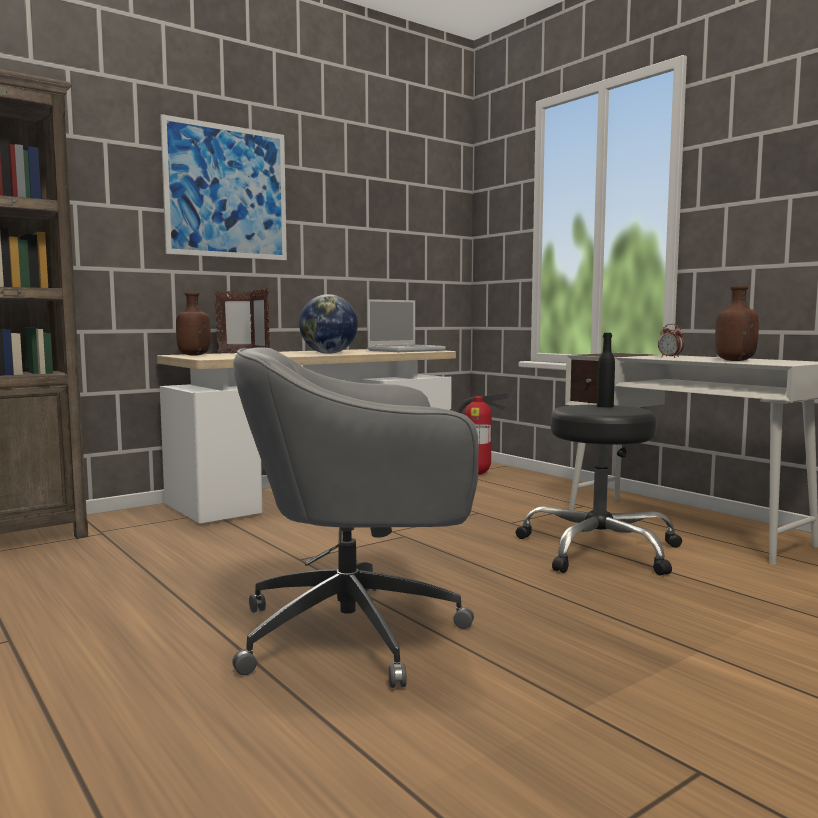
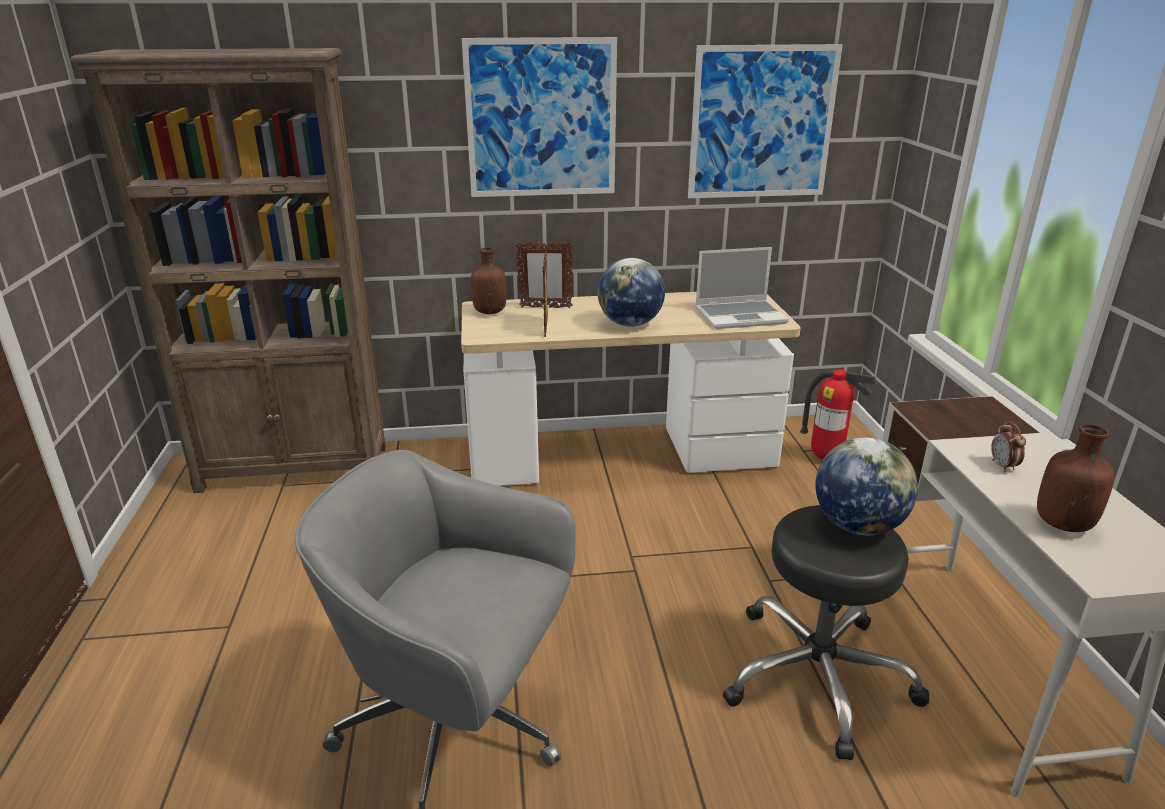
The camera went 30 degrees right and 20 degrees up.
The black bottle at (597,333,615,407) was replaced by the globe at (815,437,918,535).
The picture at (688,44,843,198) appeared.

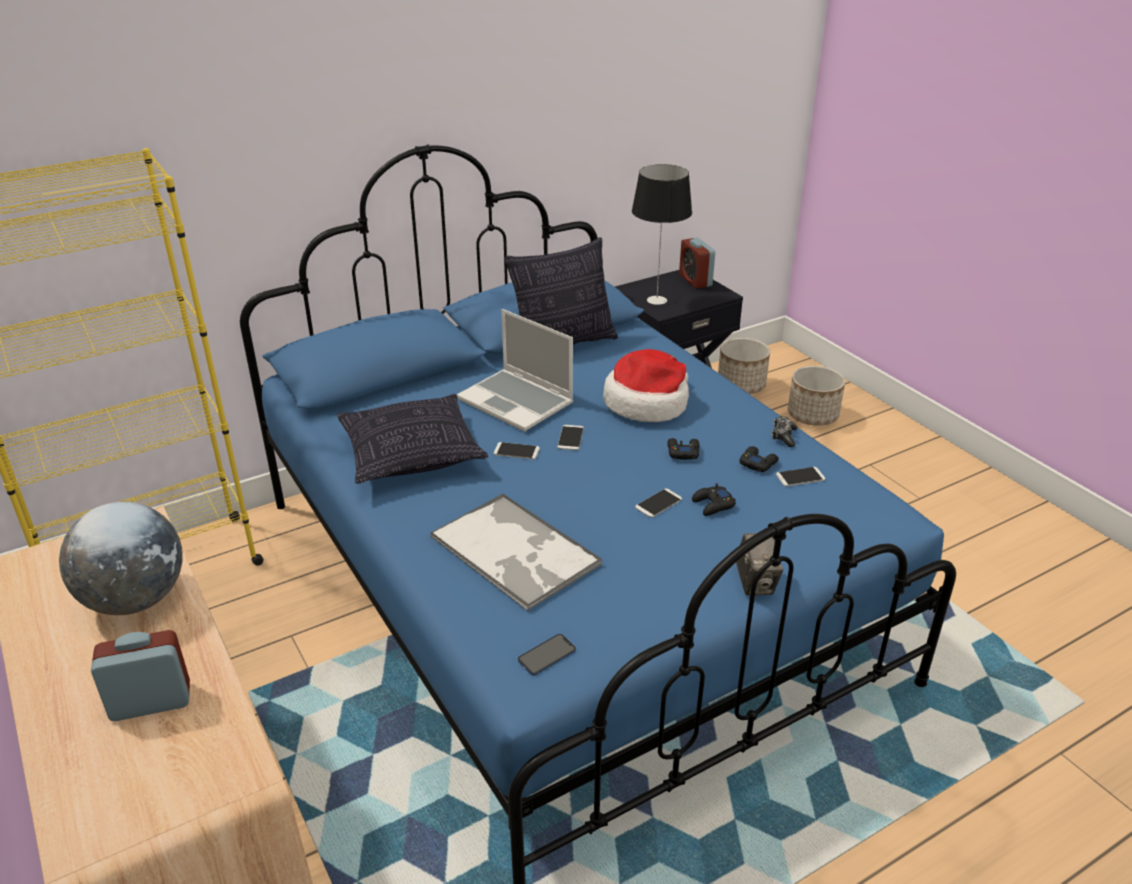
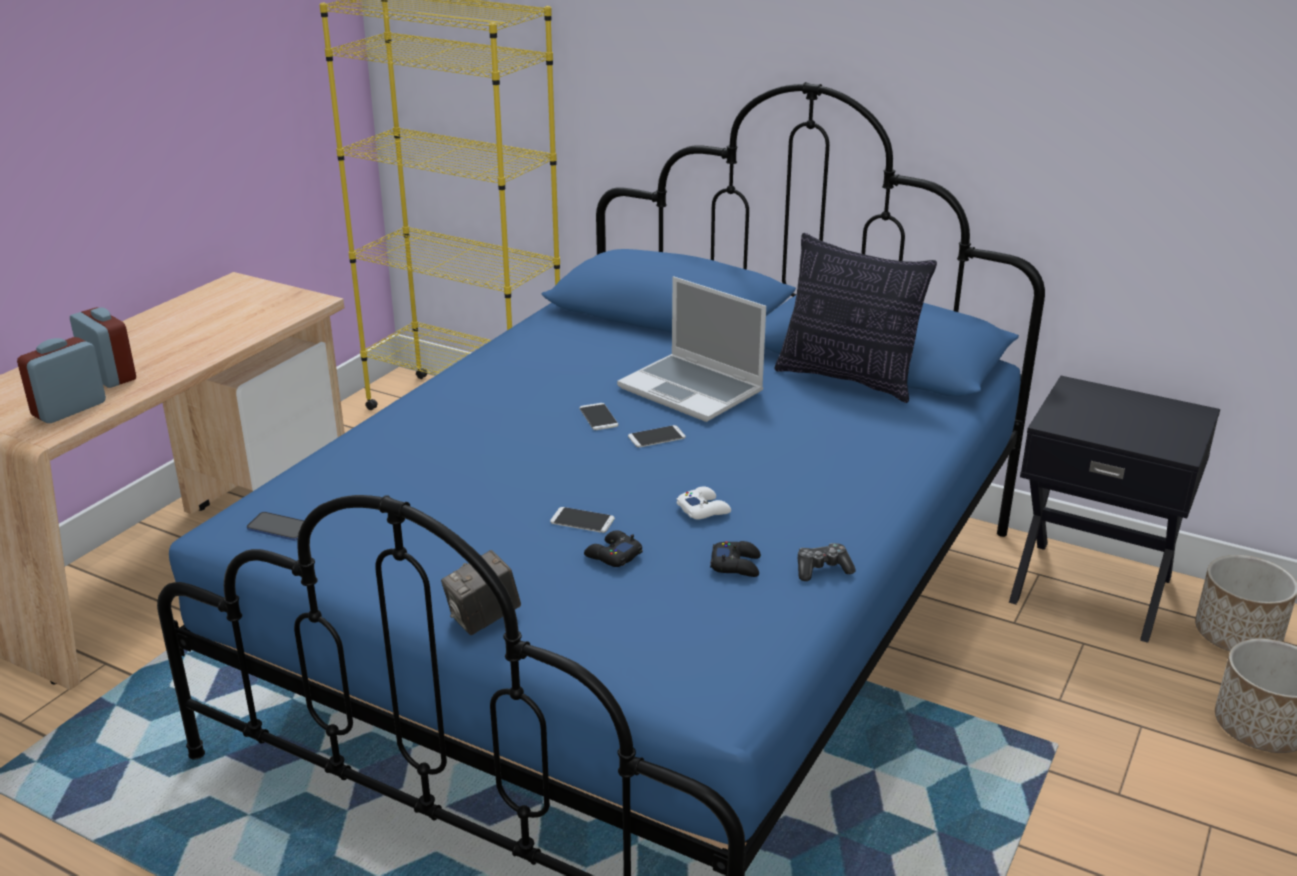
The camera went 60 degrees right and 5 degrees down.
The table lamp at (632,164,692,305) disappeared.
The alarm clock moved from (679,238,715,289) to (17,337,106,423).
The laptop at (457,309,573,432) turned 60 degrees counterclockwise.
The hat at (603,349,689,422) disappeared.
The pillow at (337,394,488,484) disappeared.
The black game controller at (667,438,700,460) became the white game controller at (676,486,731,520).
The phone at (776,467,825,486) disappeared.
The tray at (431,493,602,611) disappeared.
The globe at (59,502,183,615) disappeared.

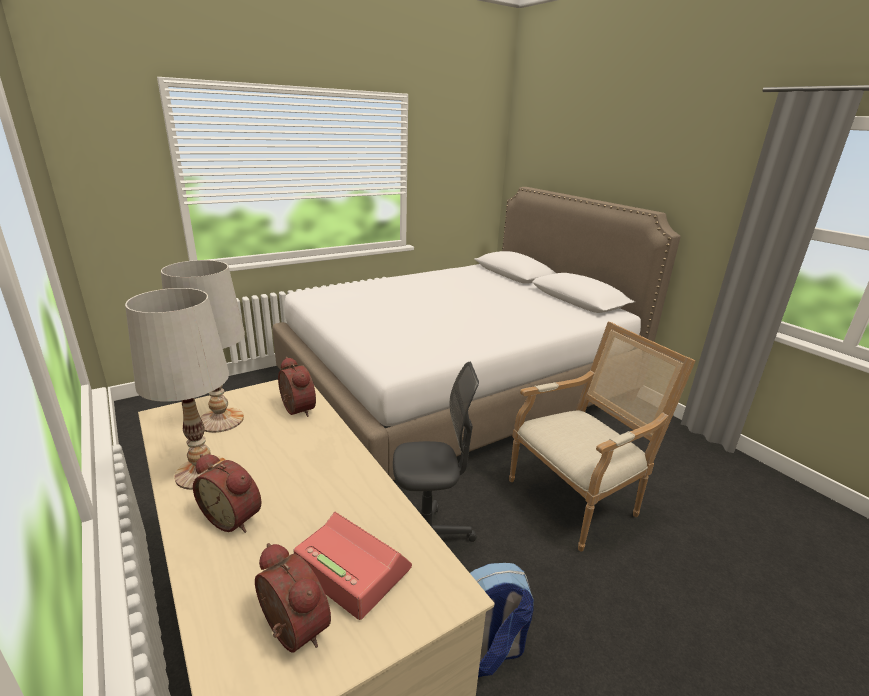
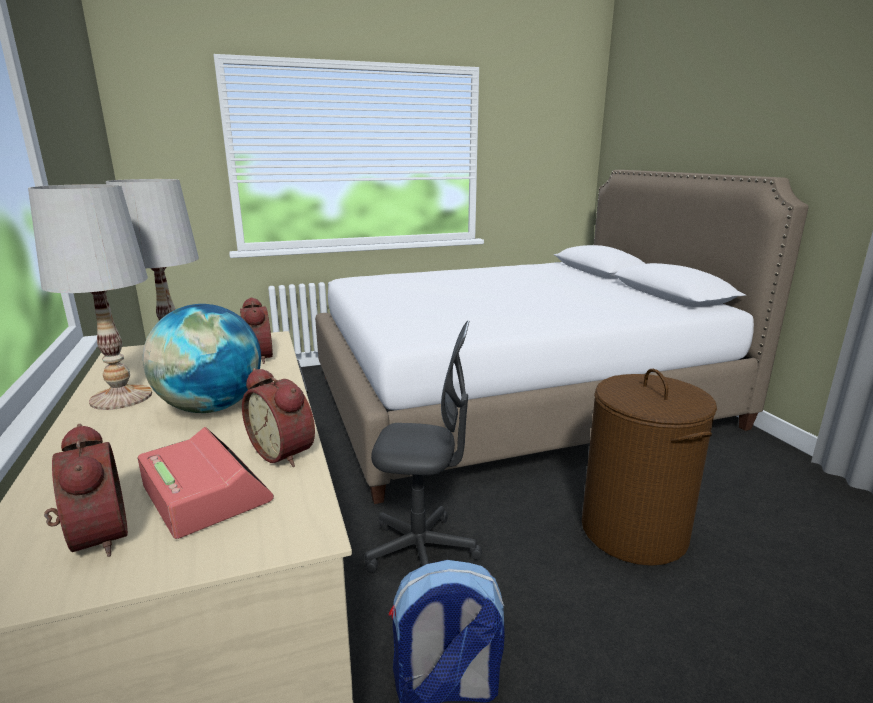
The camera went 15 degrees right and 5 degrees down.
The armchair at (509,322,696,551) was replaced by the brown laundry basket at (582,369,717,566).
The alarm clock moved from (193,454,261,533) to (242,368,315,467).
The globe at (143,304,261,413) appeared.

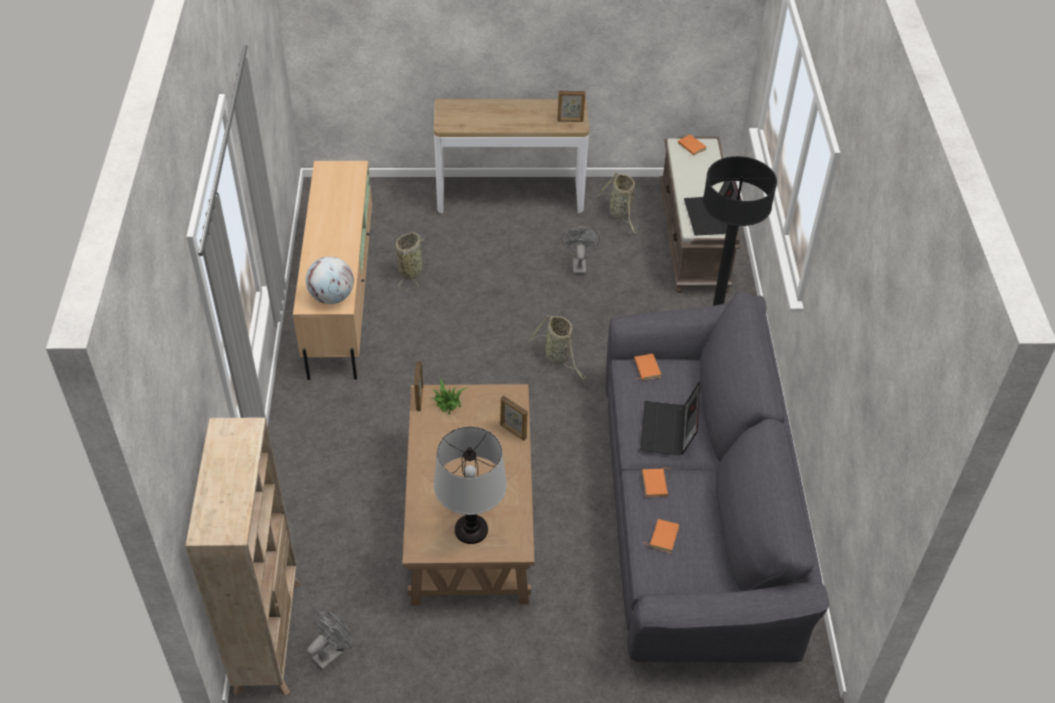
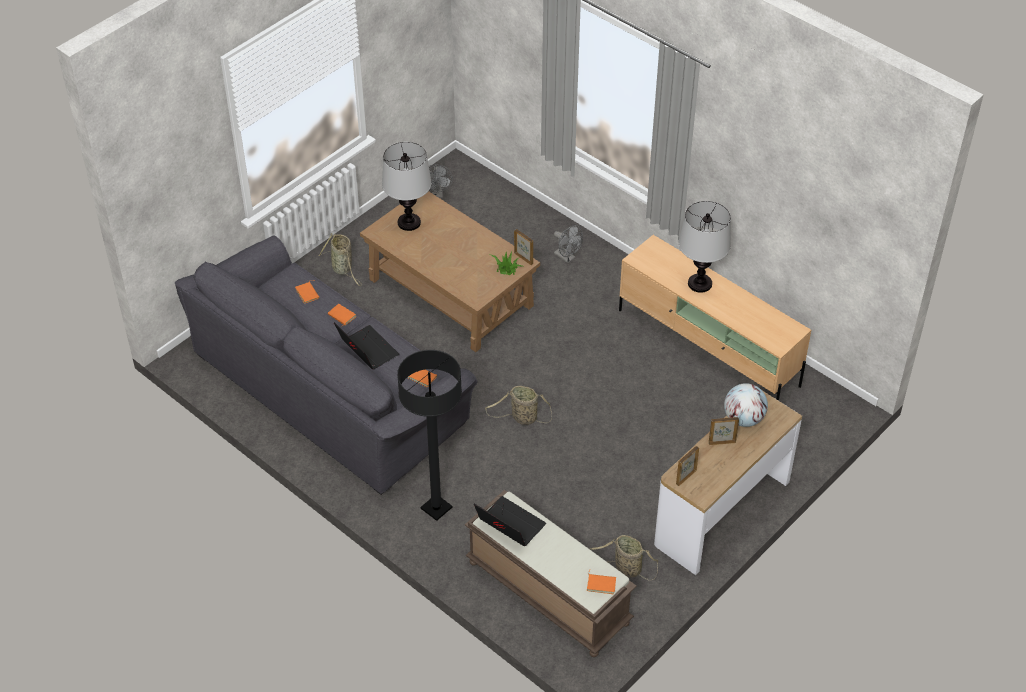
The camera went 135 degrees right and 0 degrees up.
The grey fan moved from (562,226,600,275) to (554,225,583,263).
The basket moved from (395,232,424,289) to (318,233,361,286).
The globe moved from (306,256,354,304) to (724,383,768,427).
The picture frame moved from (500,396,528,441) to (709,417,739,445).
The beige bookcase at (185,418,302,696) disappeared.
The table lamp at (679,201,731,293) appeared.

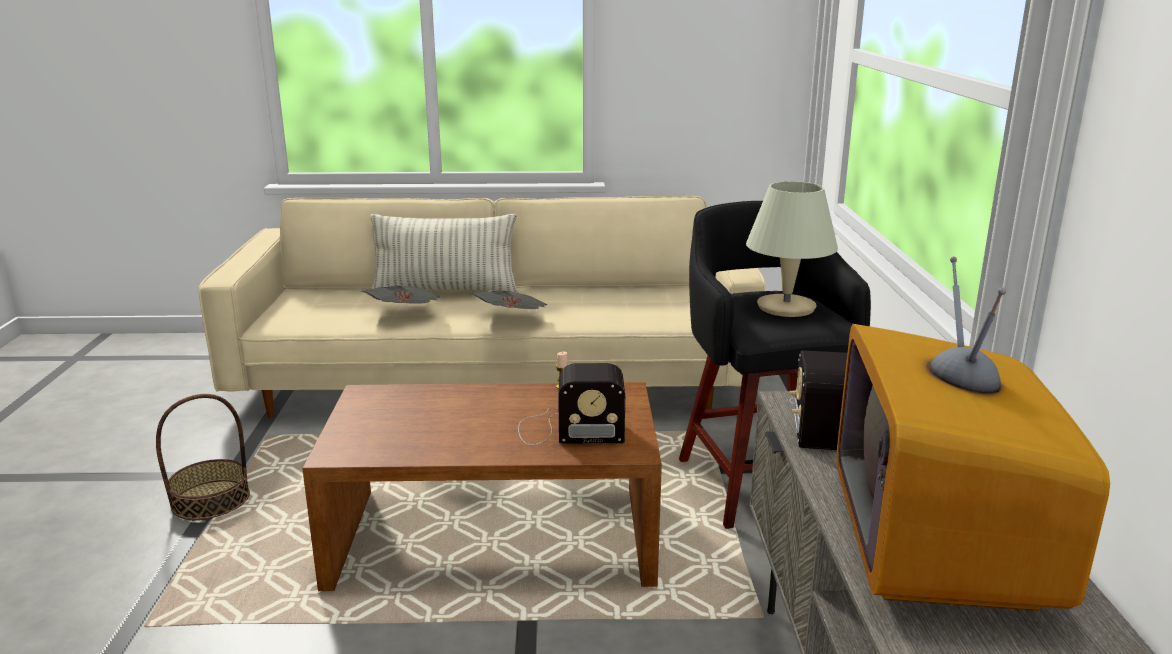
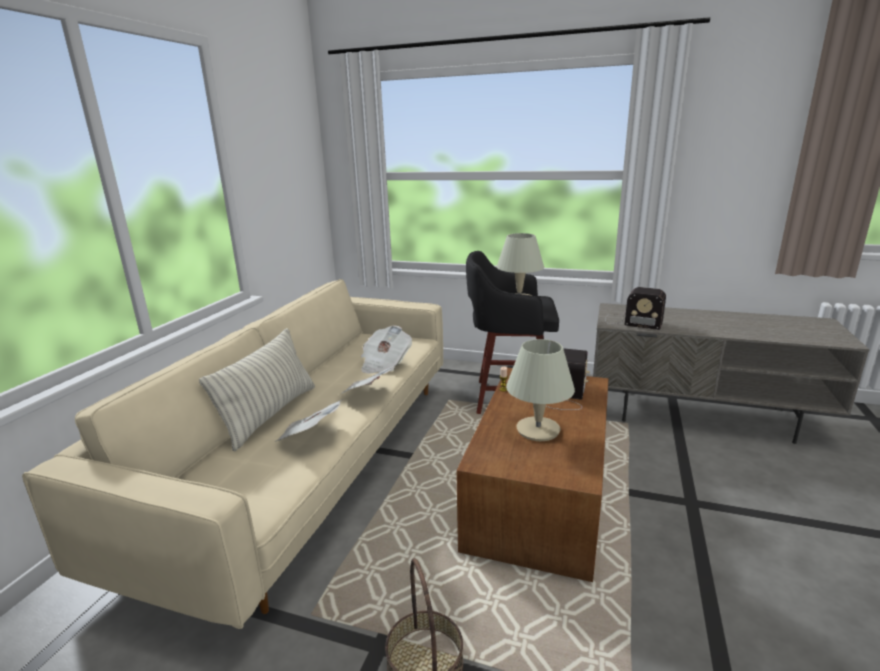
The camera went 70 degrees left and 0 degrees up.
The television at (837,257,1110,611) disappeared.
The newspaper at (361,325,412,374) appeared.
The beige table lamp at (506,339,575,441) appeared.

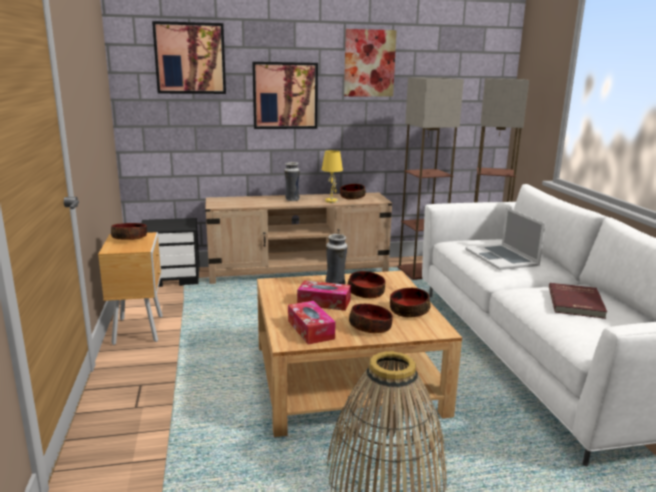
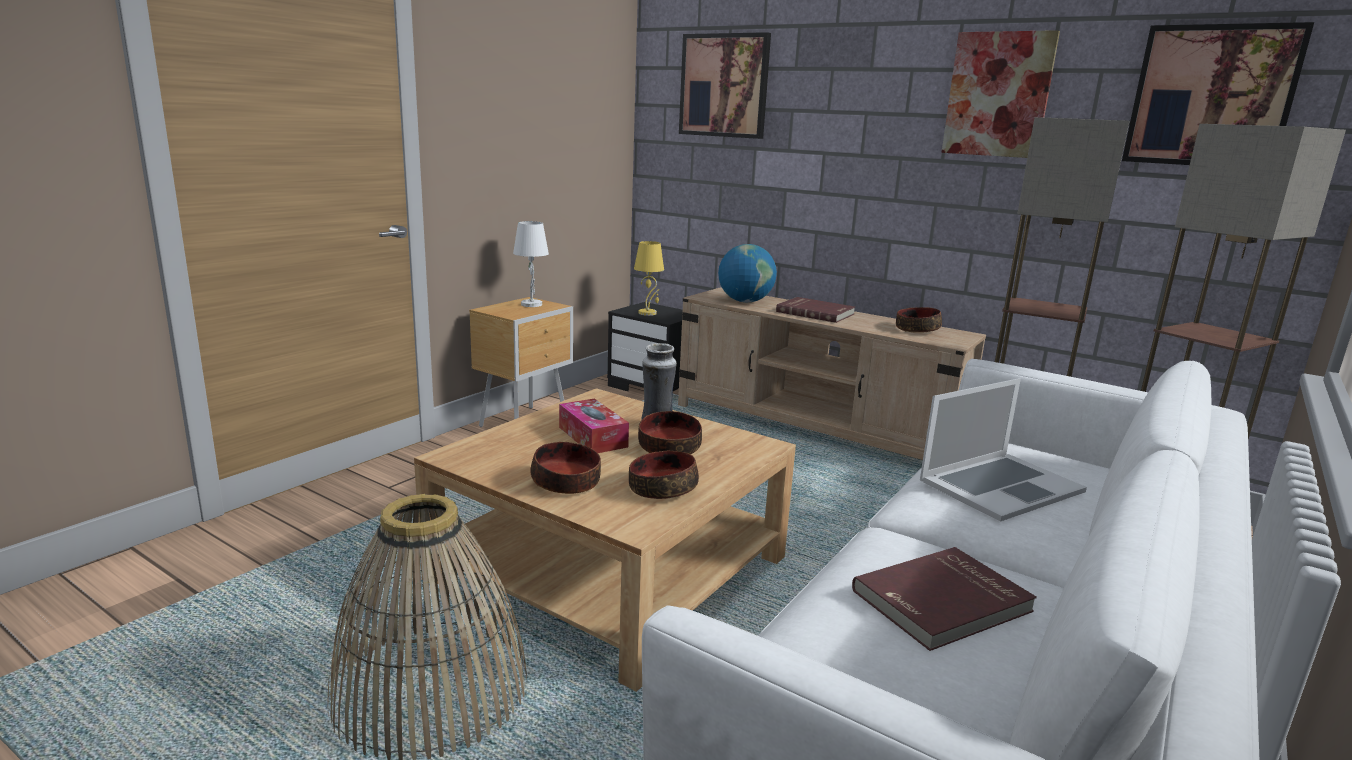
The camera went 45 degrees right and 0 degrees up.
The picture moved from (252,62,318,129) to (1122,22,1314,165).
The yellow table lamp moved from (322,150,343,203) to (634,241,664,316).
The vase at (284,162,300,201) was replaced by the red book at (776,297,855,323).
The laptop at (465,207,546,270) turned 150 degrees counterclockwise.
The bowl at (111,223,147,240) was replaced by the white table lamp at (513,221,549,307).
The tissue box at (288,301,335,345) disappeared.
The globe at (718,244,777,302) appeared.

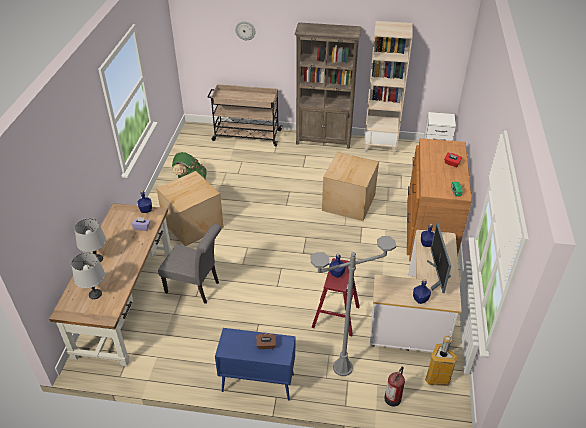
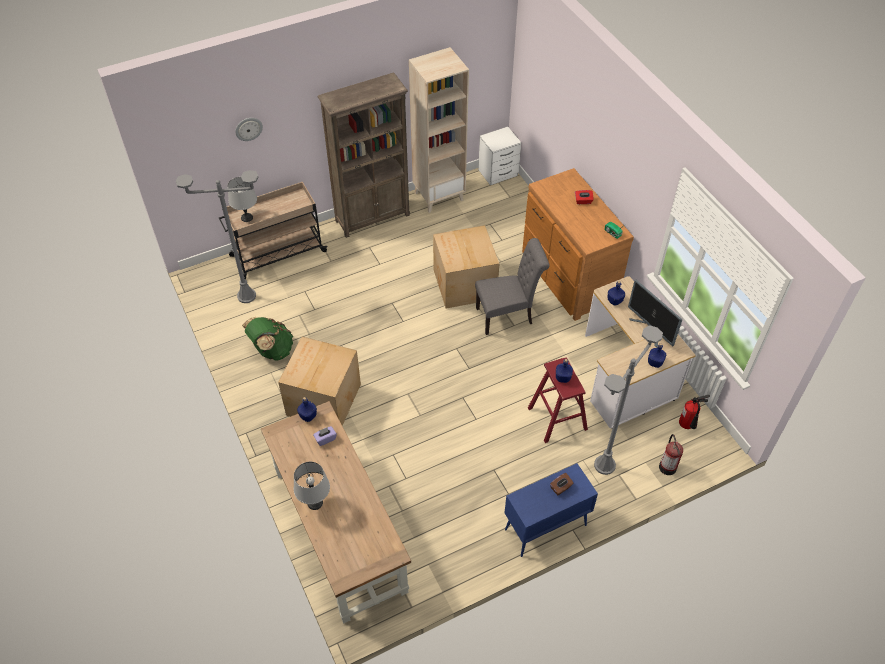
The camera went 35 degrees left and 10 degrees up.
The grey chair moved from (158,224,222,304) to (475,238,550,335).
The grey table lamp moved from (71,252,105,299) to (228,177,257,222).
The trash can at (425,336,458,386) was replaced by the fire extinguisher at (679,395,710,429).
The grey floor lamp at (176,170,258,303) appeared.

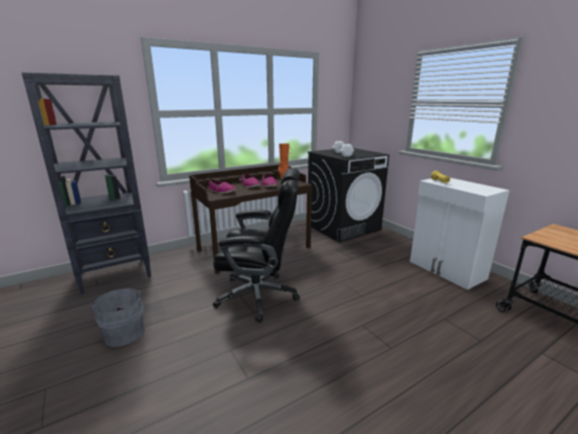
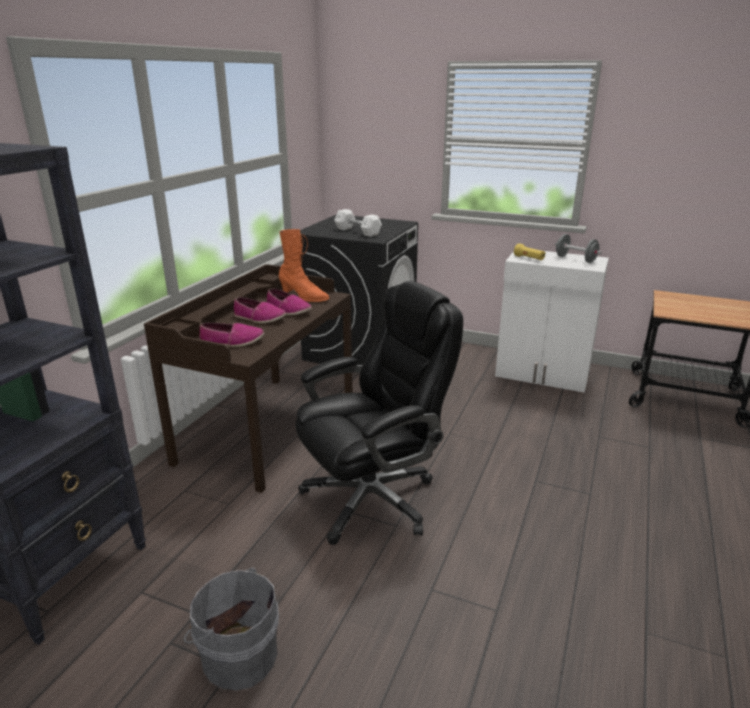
The camera went 35 degrees left and 5 degrees up.
The grey dumbbell at (555,234,602,263) appeared.

